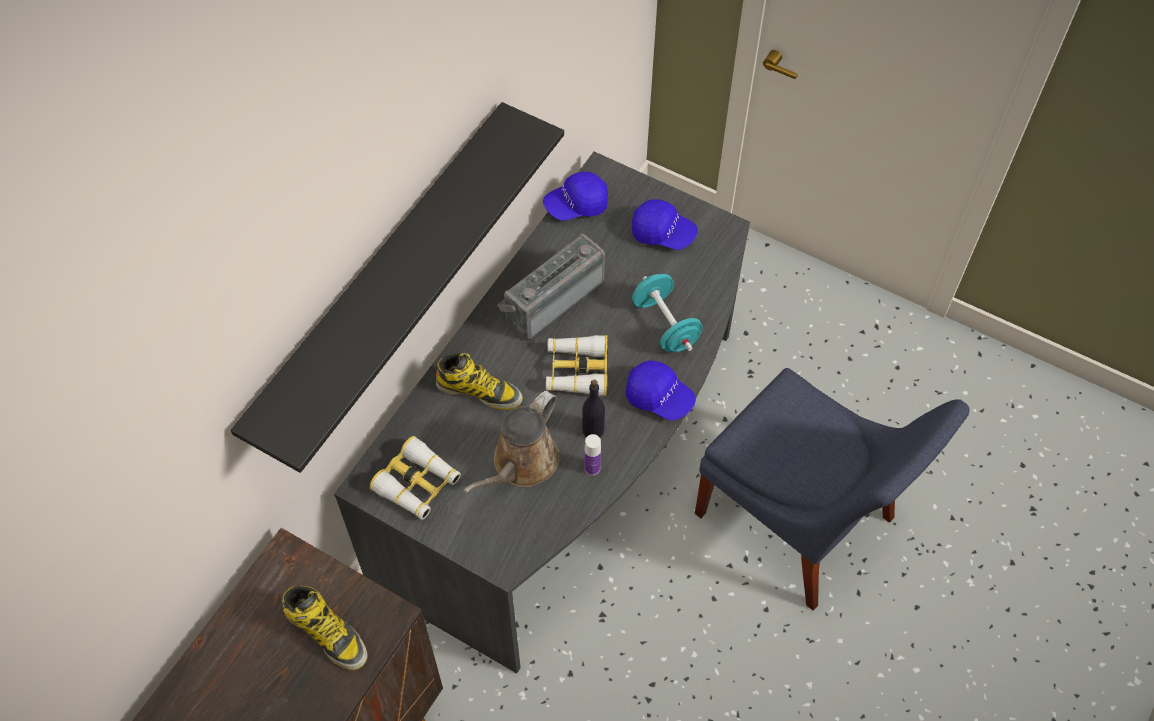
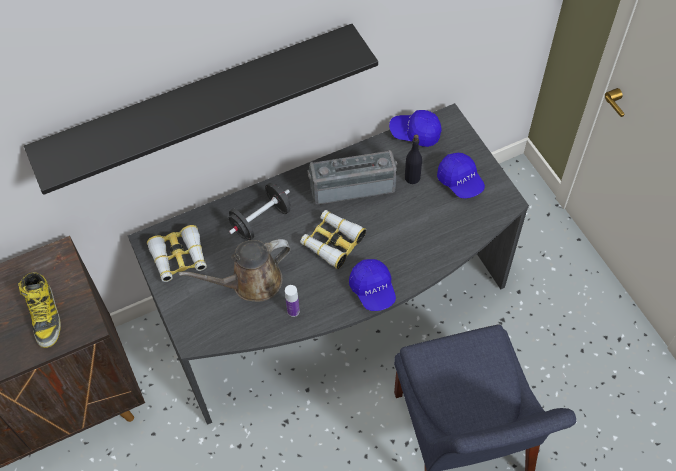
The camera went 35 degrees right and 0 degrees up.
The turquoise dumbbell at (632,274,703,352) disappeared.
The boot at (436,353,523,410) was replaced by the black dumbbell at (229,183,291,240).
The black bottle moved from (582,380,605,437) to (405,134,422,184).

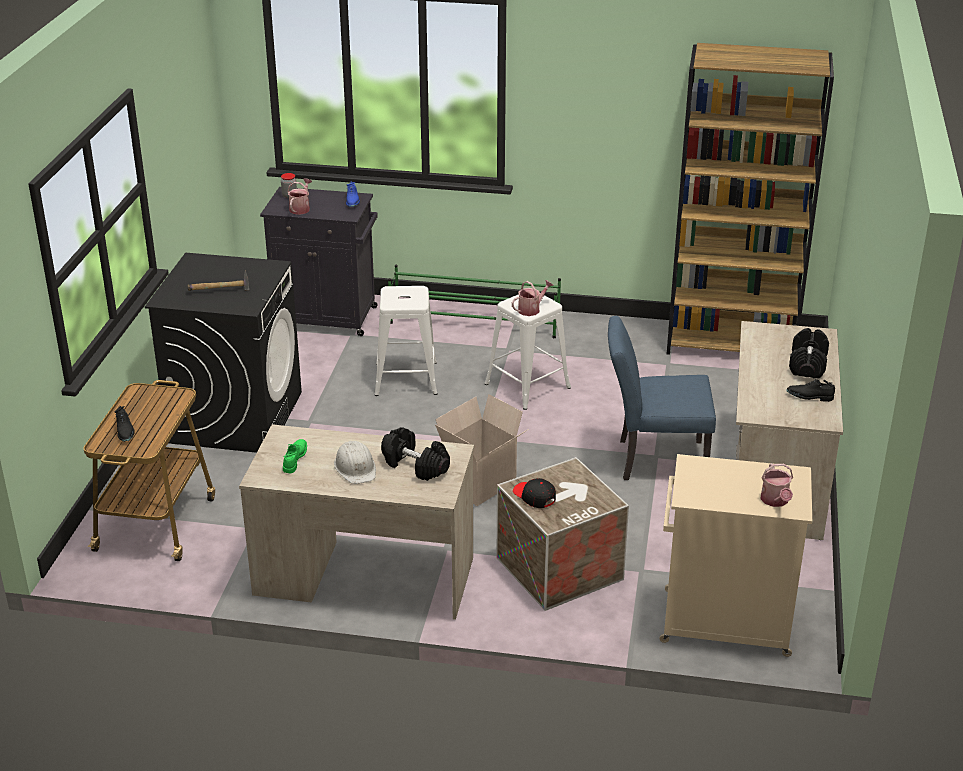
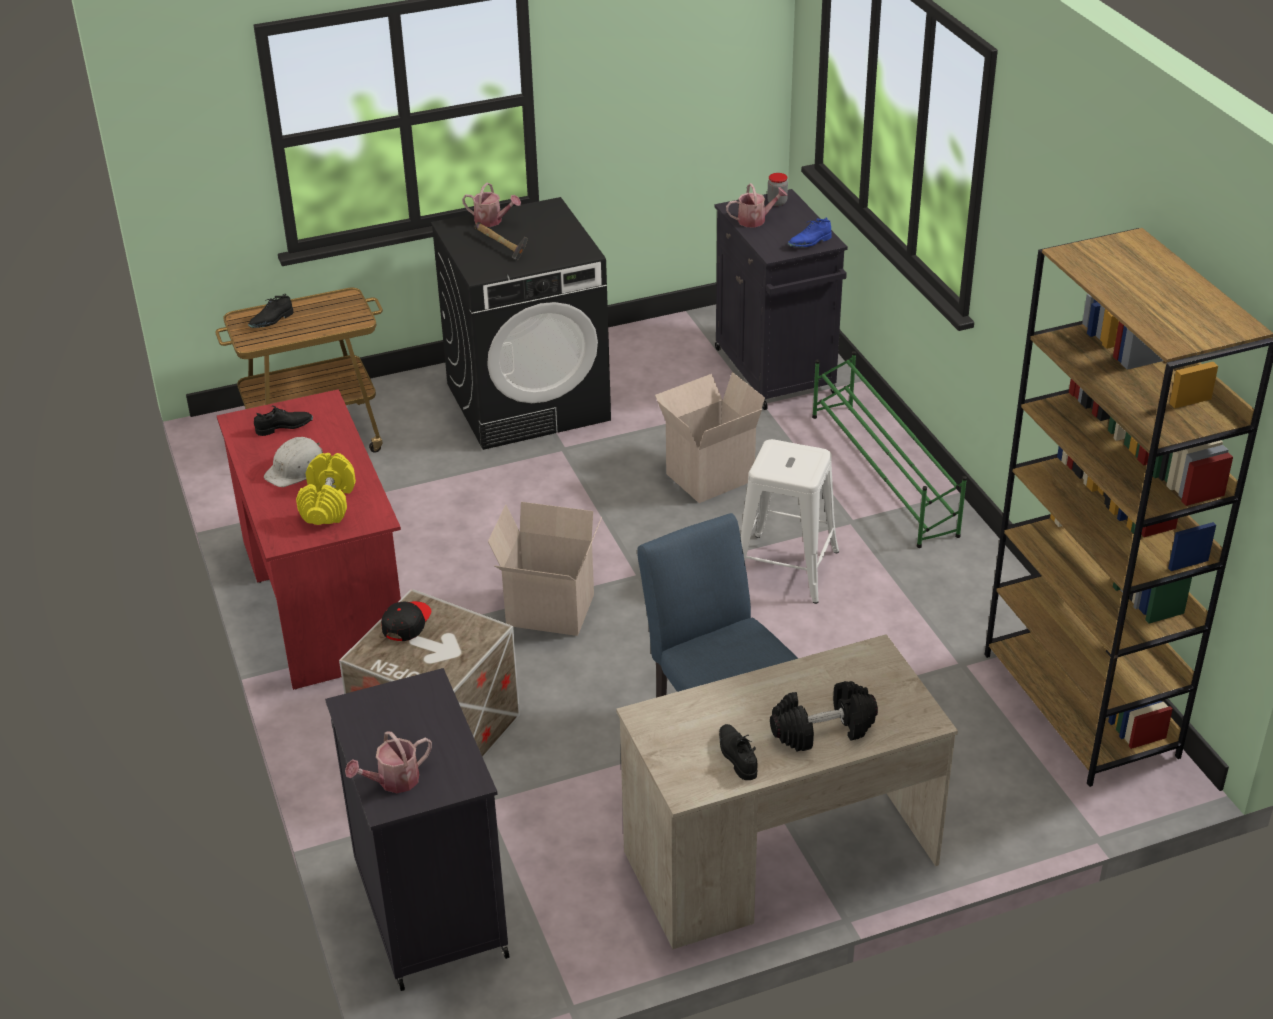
The camera went 60 degrees right and 5 degrees up.
The watering can moved from (512,280,554,316) to (462,182,521,227).
The white stool at (375,286,438,396) was replaced by the cardboard box at (655,372,765,503).
The beige desk at (239,424,474,620) became the red desk at (217,389,401,690).
The black dumbbell at (381,427,450,481) became the yellow dumbbell at (296,453,356,525).
The green shoe at (283,439,307,473) became the black shoe at (254,406,313,436).
The beige cabinet at (660,454,812,657) became the black cabinet at (325,668,509,991).

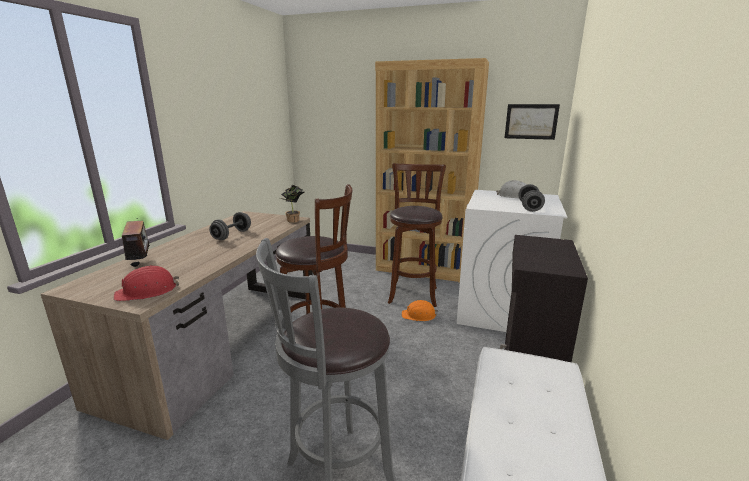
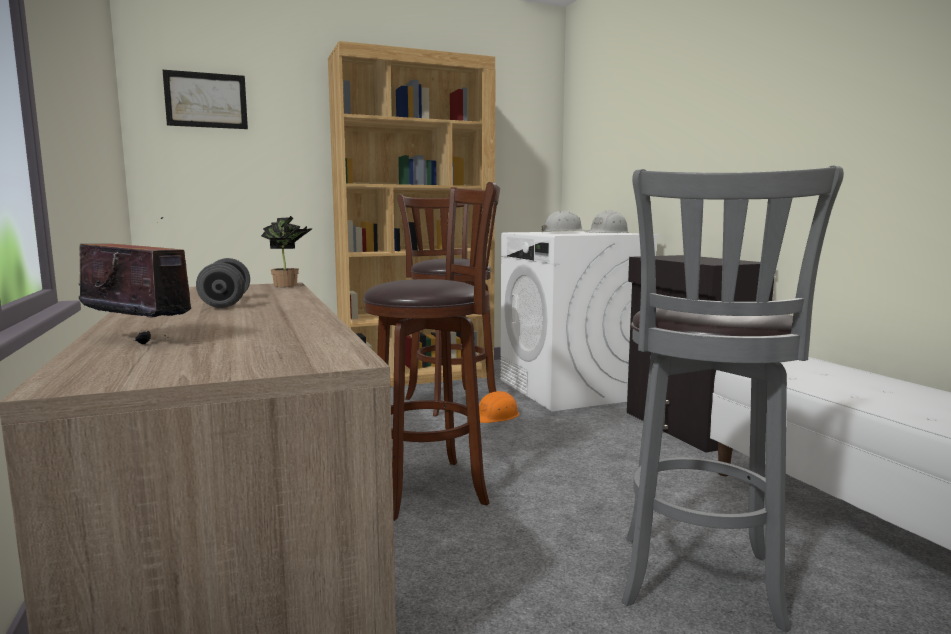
The camera went 40 degrees left and 10 degrees down.
The picture moved from (505,104,560,140) to (163,70,248,129).
The grey dumbbell at (518,184,545,212) was replaced by the white hard hat at (586,210,629,233).
The red hard hat at (114,265,179,301) disappeared.

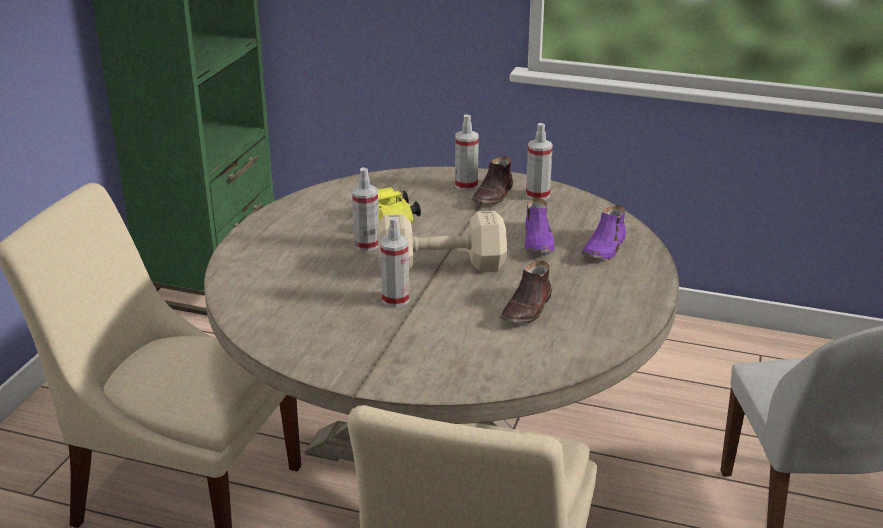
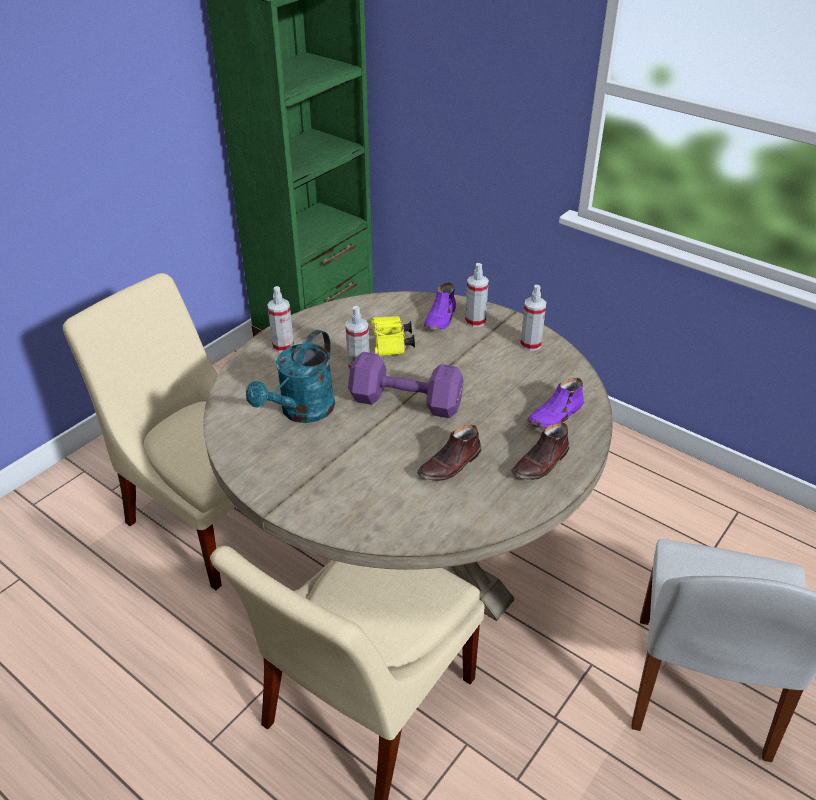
The camera went 20 degrees right and 10 degrees up.
The brown shoe moved from (472,156,513,204) to (511,423,570,480).
The purple shoe moved from (525,197,554,253) to (424,283,456,330).
The beige dumbbell at (377,211,507,271) became the purple dumbbell at (348,352,464,418).
The spray bottle moved from (380,217,409,307) to (267,286,294,353).
The turquoise watering can at (246,330,335,423) appeared.

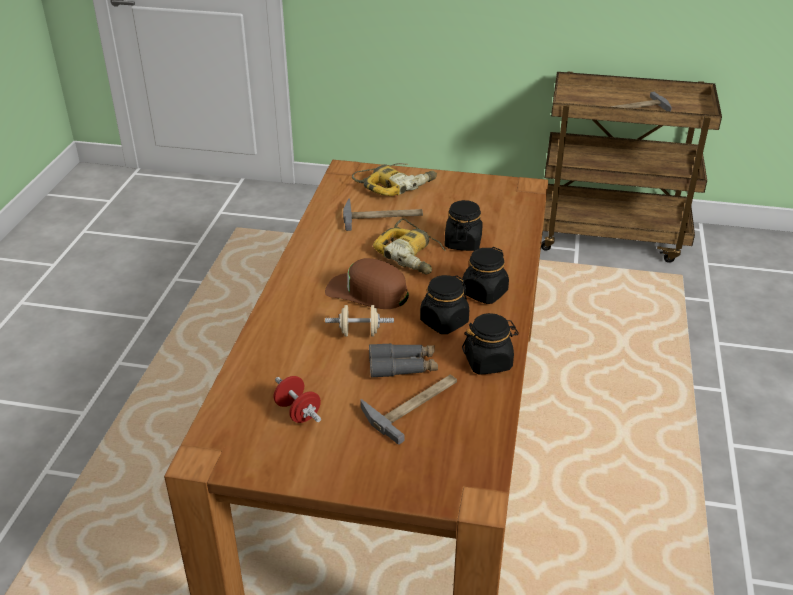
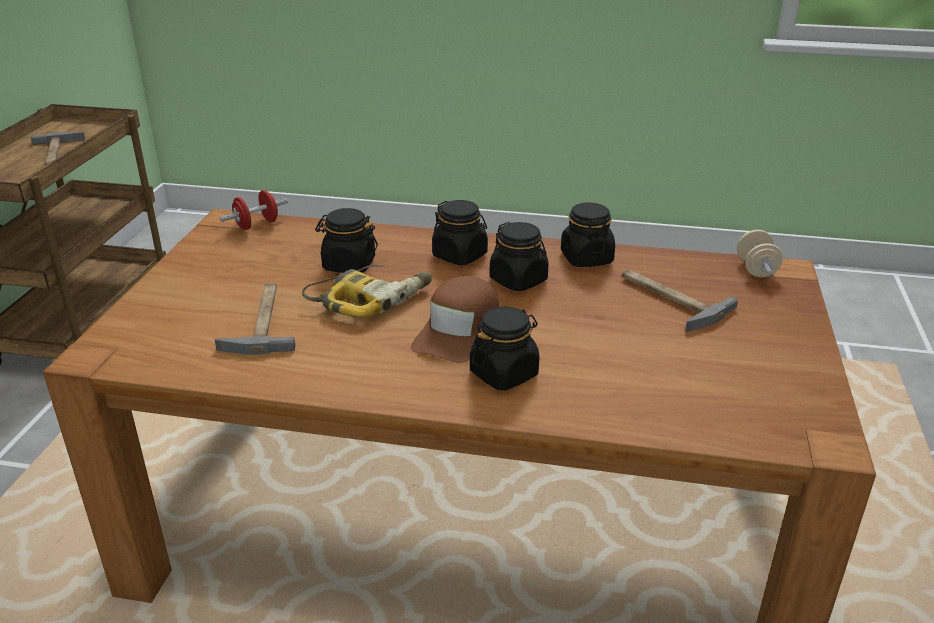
The camera went 90 degrees left and 5 degrees down.
The power drill at (352,163,437,196) disappeared.
The beige dumbbell moved from (325,305,394,337) to (737,230,783,277).
The grey binoculars at (369,343,438,377) disappeared.
The red dumbbell moved from (274,376,321,423) to (220,190,288,230).
The black jar at (470,306,540,390) appeared.

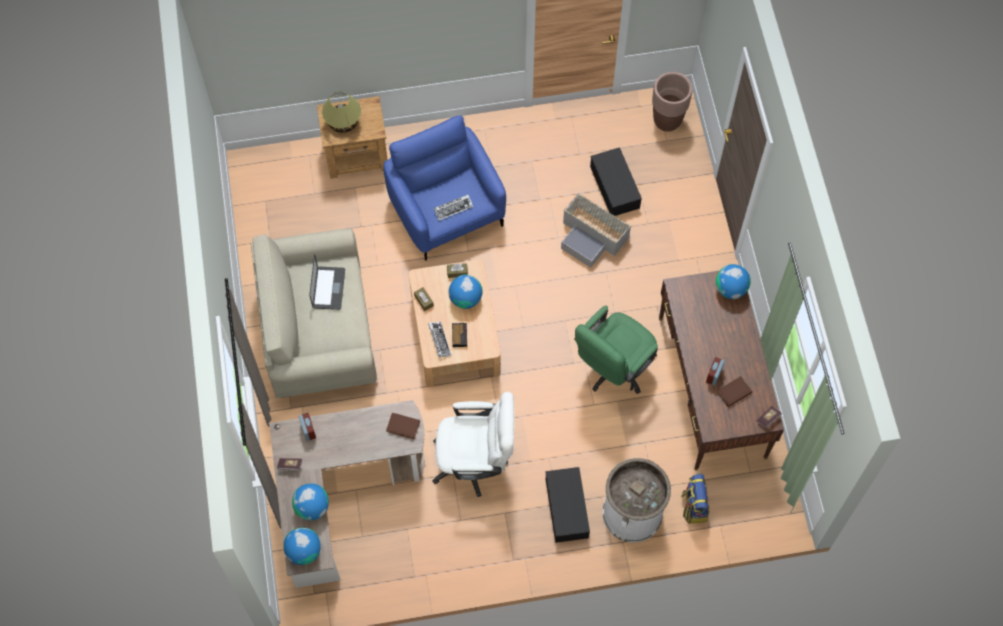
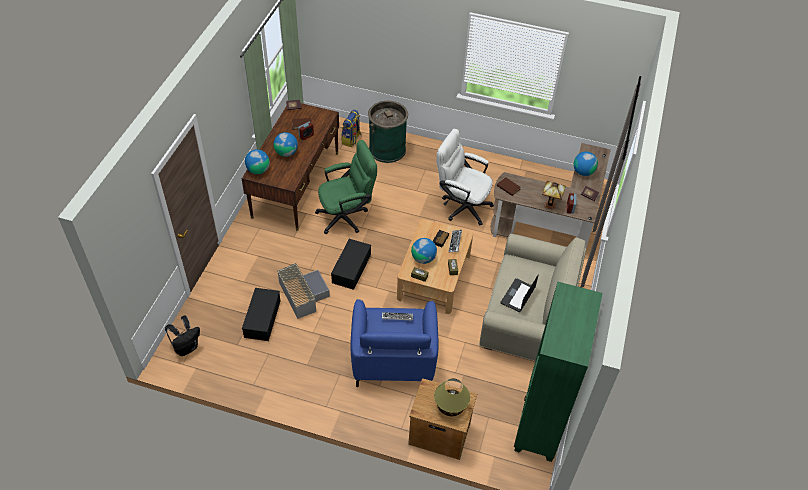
The camera went 155 degrees left and 15 degrees down.
The brown planter at (652,72,692,132) was replaced by the black backpack at (165,316,200,356).
The white trash can at (603,458,671,543) became the green trash can at (368,101,408,163).
The black storage box moved from (546,467,590,543) to (331,239,371,290).
The globe moved from (284,528,321,565) to (273,132,298,157).
The table lamp at (542,181,566,210) appeared.
The green bookcase at (514,282,603,462) appeared.

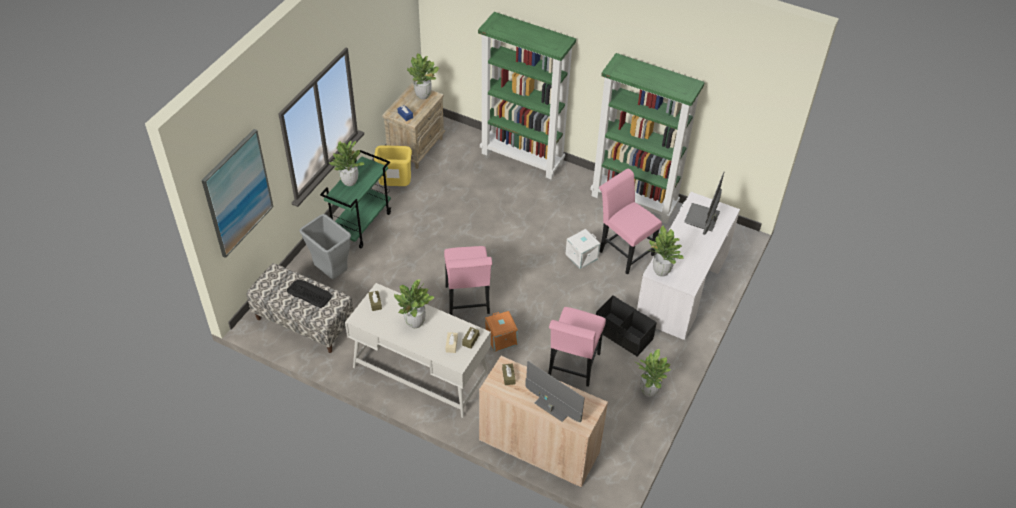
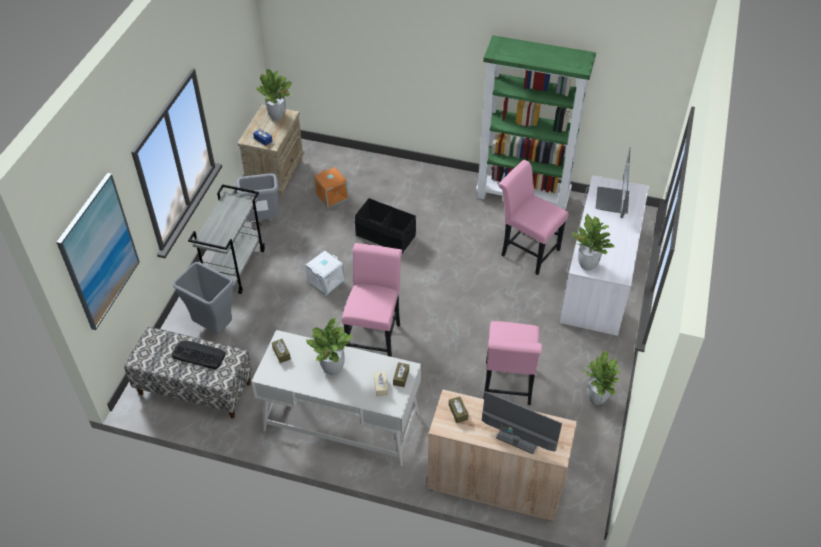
The camera went 10 degrees left and 0 degrees up.
The green bookcase at (478,12,576,180) disappeared.
The potted plant at (328,141,364,186) disappeared.
The yellow trash can at (374,145,412,186) became the grey trash can at (236,173,280,221).
The green cart at (320,150,391,248) became the grey cart at (188,184,265,294).
The white storage box moved from (565,229,600,269) to (305,251,345,296).
The pink chair at (444,246,492,315) turned 150 degrees counterclockwise.
The black storage box moved from (596,295,657,356) to (355,198,416,254).
The orange storage box moved from (485,311,518,352) to (314,167,349,208).

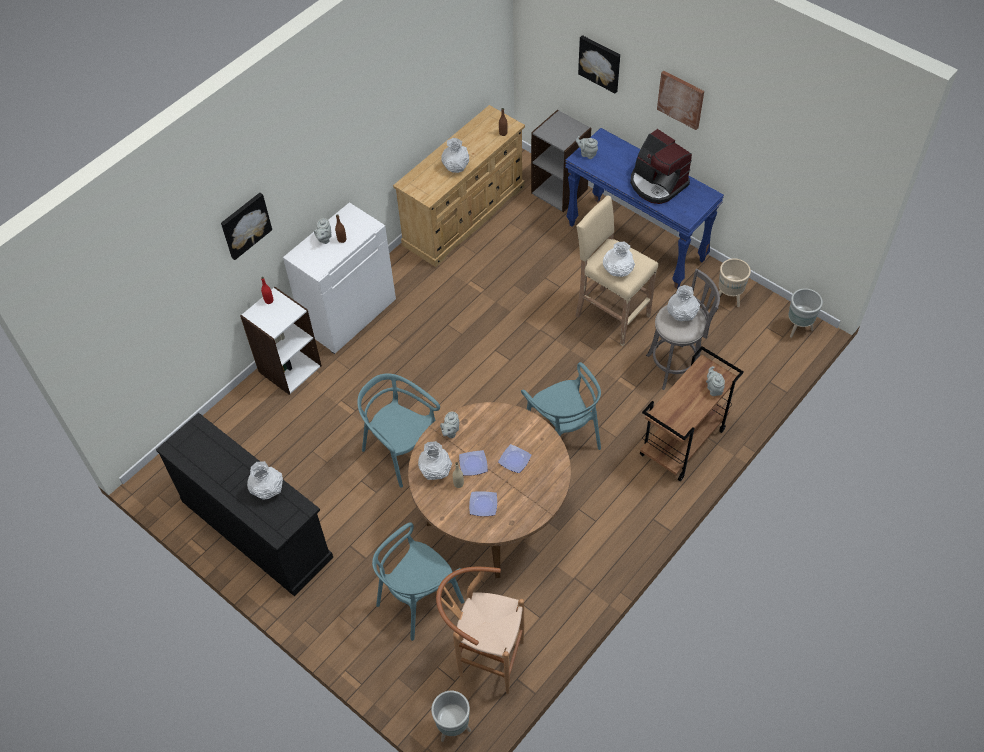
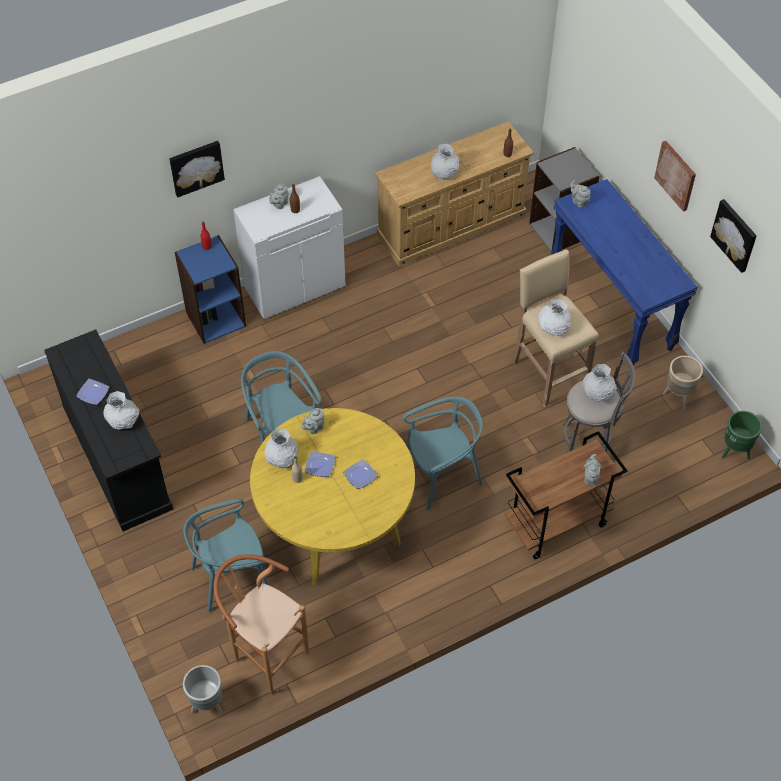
The camera went 20 degrees right and 0 degrees up.
The picture moved from (578,35,620,93) to (710,199,757,273).
The coffee machine at (630,129,692,204) disappeared.
The white bookcase at (240,287,322,395) became the blue bookcase at (175,235,246,344).
The grey planter at (788,288,823,338) became the green planter at (722,411,762,459).
The turquoise chair at (521,362,601,450) turned 105 degrees counterclockwise.
The brown dining table at (408,402,571,578) became the yellow dining table at (250,408,415,586).
The plate moved from (469,491,497,516) to (76,379,109,405).

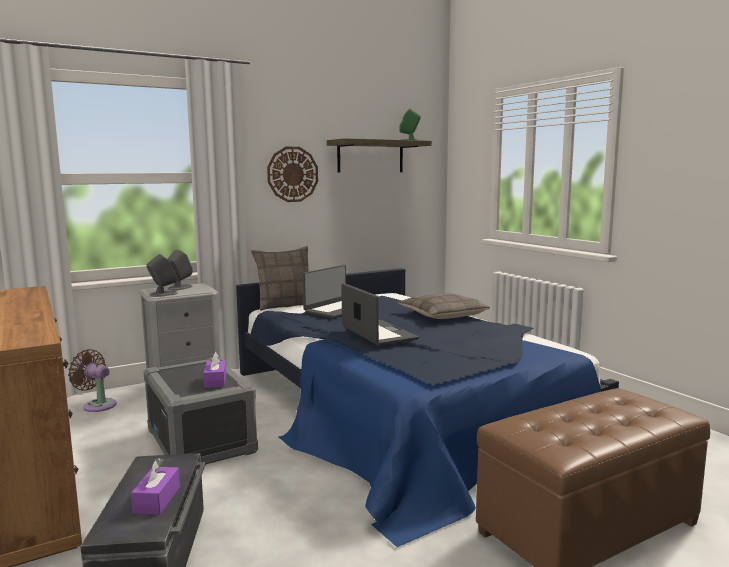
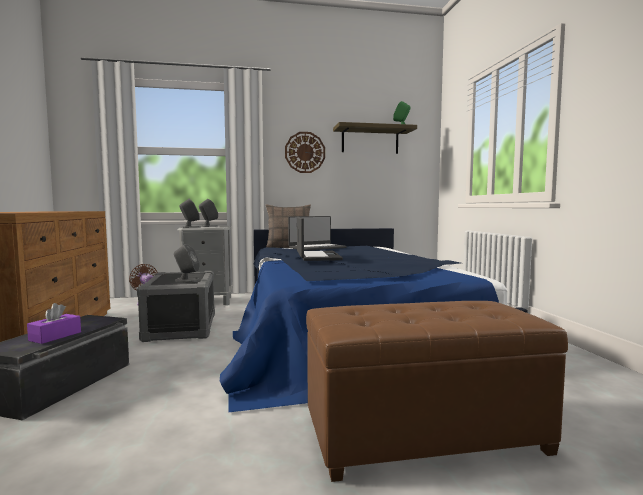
The camera went 20 degrees right and 5 degrees down.
The pillow at (398,293,490,319) disappeared.
The purple tissue box at (204,352,226,388) was replaced by the grey speaker at (174,244,200,282).

